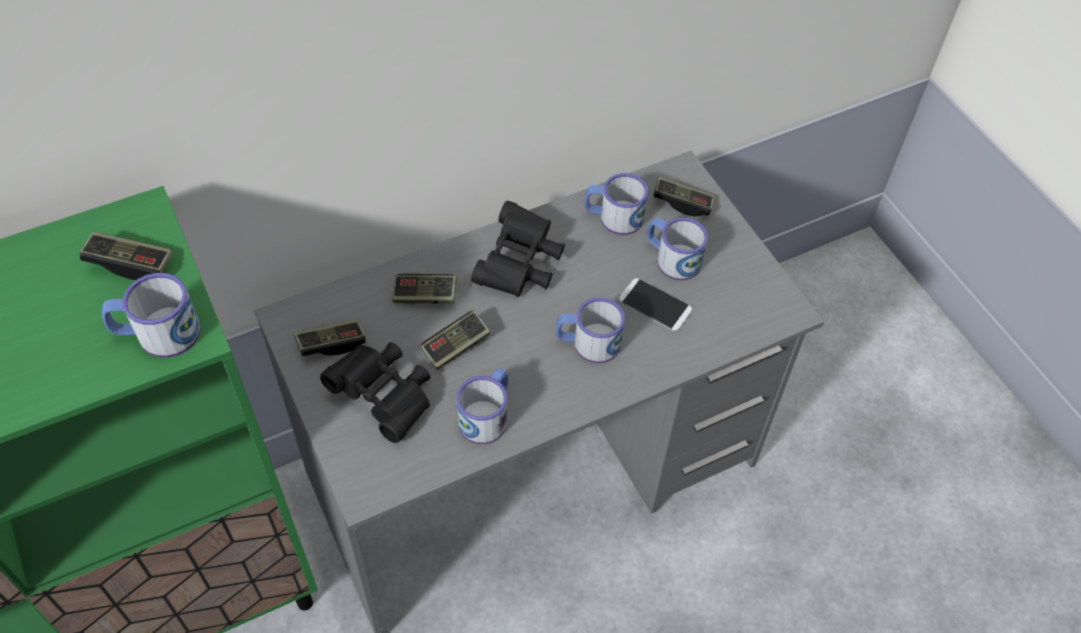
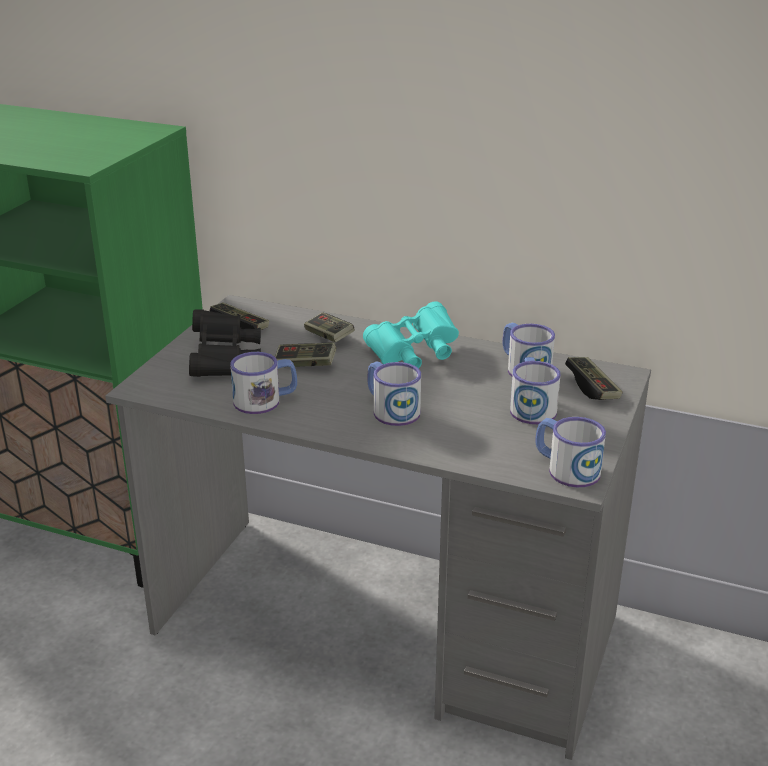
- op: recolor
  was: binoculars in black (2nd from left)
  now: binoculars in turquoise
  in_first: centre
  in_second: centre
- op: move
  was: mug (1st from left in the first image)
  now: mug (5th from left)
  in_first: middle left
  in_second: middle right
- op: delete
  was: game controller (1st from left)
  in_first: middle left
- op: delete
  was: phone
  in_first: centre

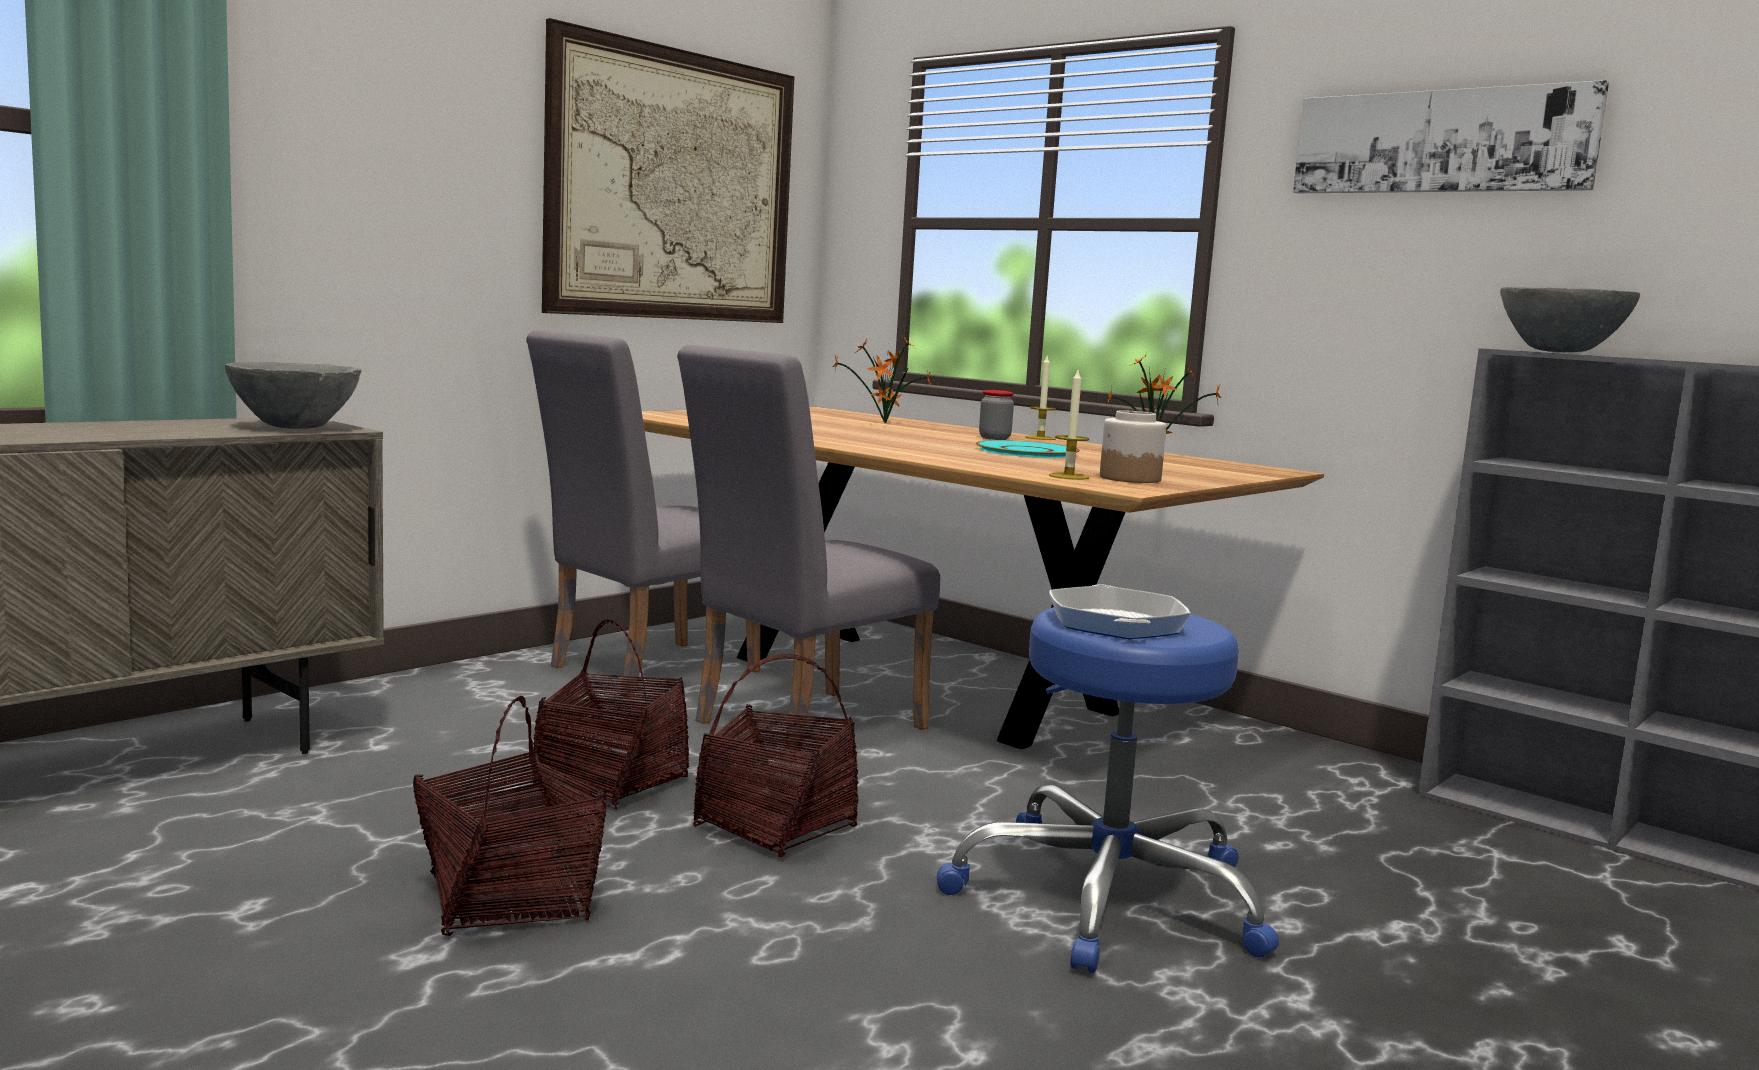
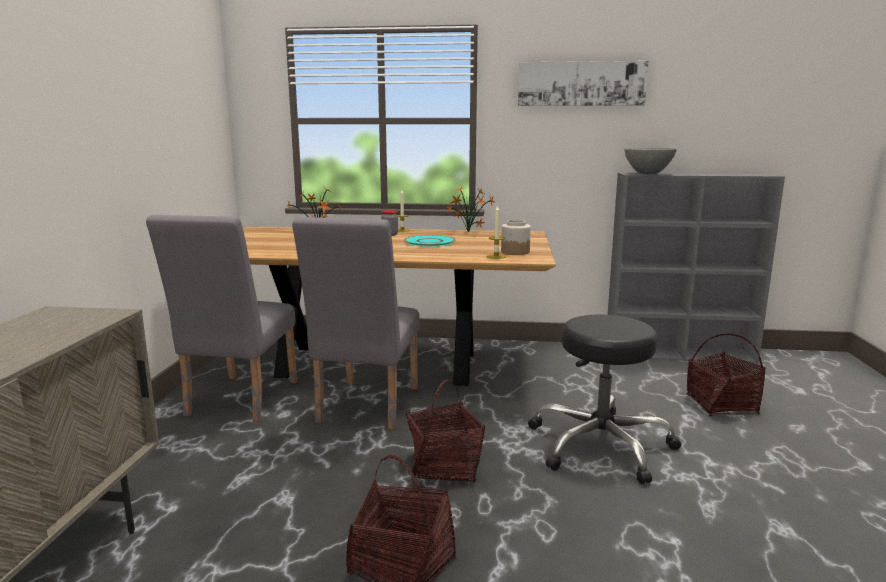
- op: recolor
  was: stool in blue
  now: stool in black
  in_first: bottom centre
  in_second: bottom right
- op: move
  was: basket (2nd from left in the first image)
  now: basket (3rd from left)
  in_first: bottom centre
  in_second: middle right
- op: delete
  was: bowl in grey (1st from left)
  in_first: middle left
- op: delete
  was: picture (1st from left)
  in_first: top centre
- op: delete
  was: frying pan
  in_first: centre

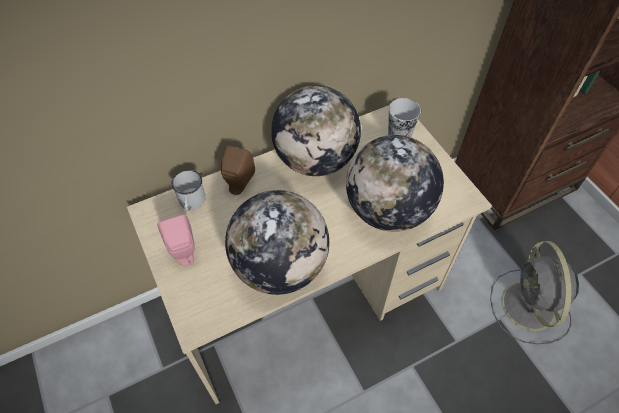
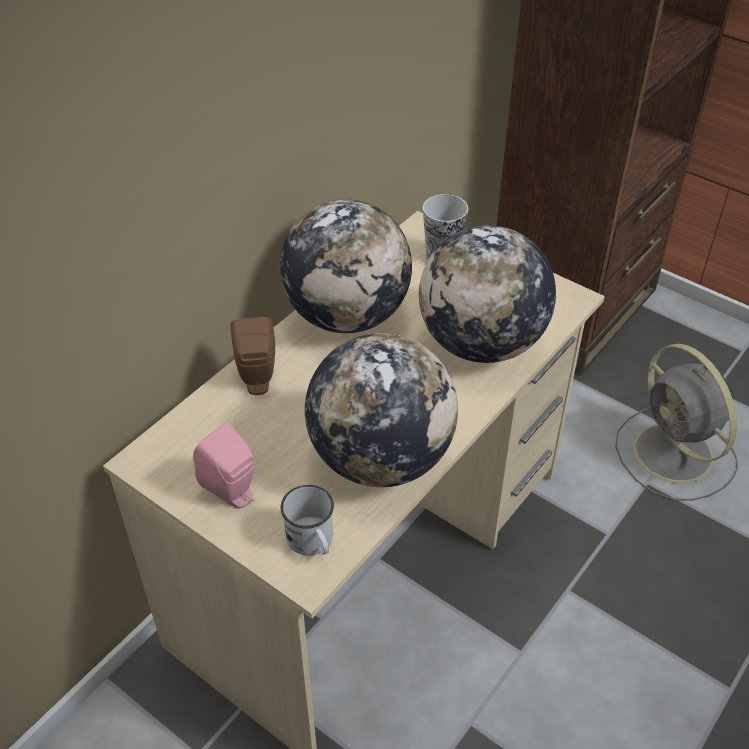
- op: move
  was: mug in white
  in_first: middle left
  in_second: bottom centre

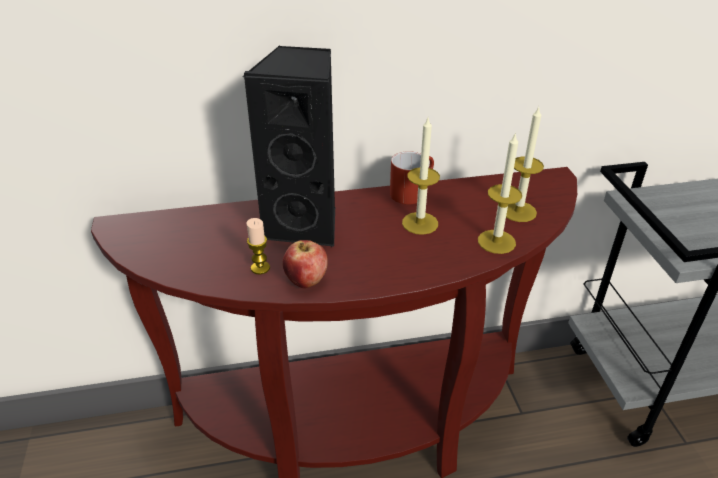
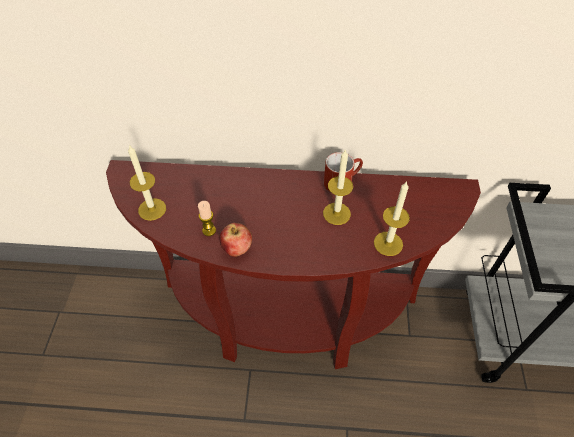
- op: move
  was: candle (4th from left in the first image)
  now: candle (1st from left)
  in_first: middle right
  in_second: middle left
- op: delete
  was: speaker in black
  in_first: top centre

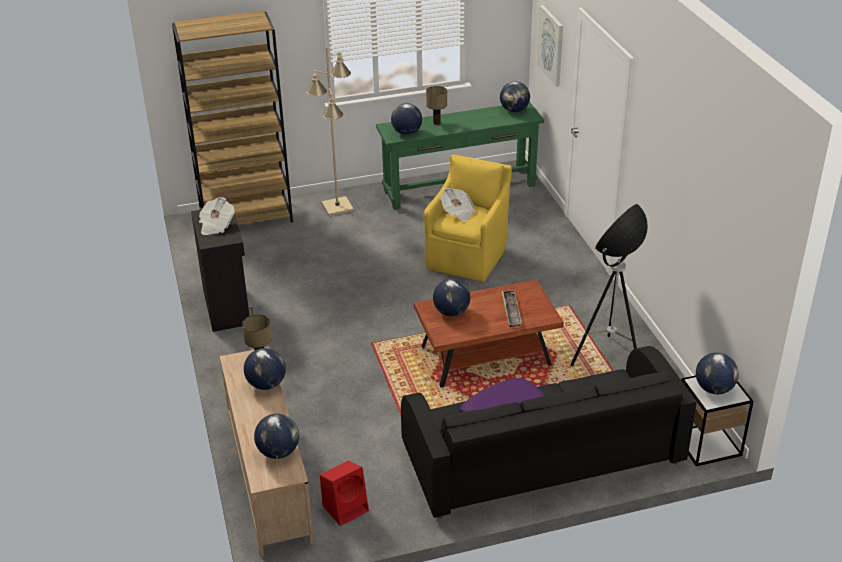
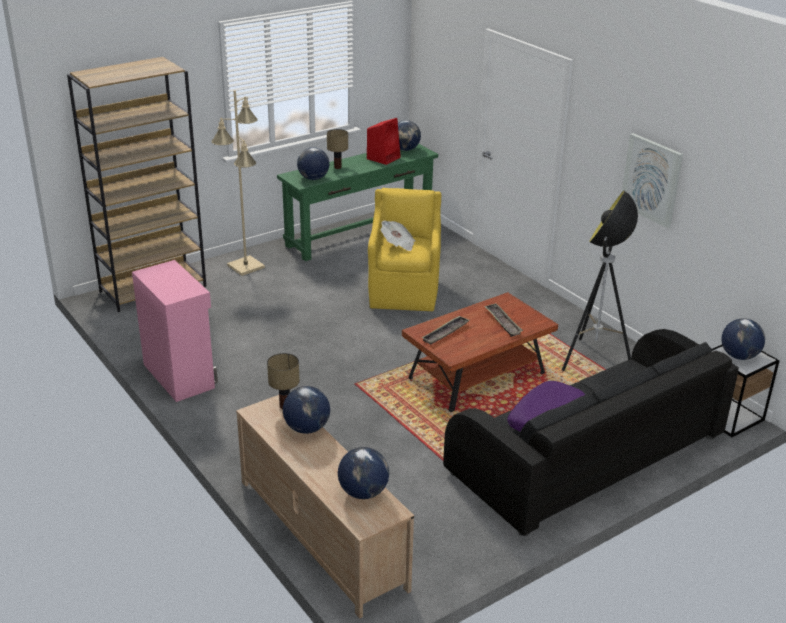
- op: recolor
  was: cabinet in black
  now: cabinet in pink
  in_first: middle left
  in_second: middle left
- op: move
  was: speaker in red
  in_first: bottom centre
  in_second: top centre
- op: replace
  was: globe (4th from left)
  now: tray (1st from left)
  in_first: centre
  in_second: centre
- op: move
  was: picture
  in_first: top centre
  in_second: top right
- op: delete
  was: newspaper (1st from left)
  in_first: middle left

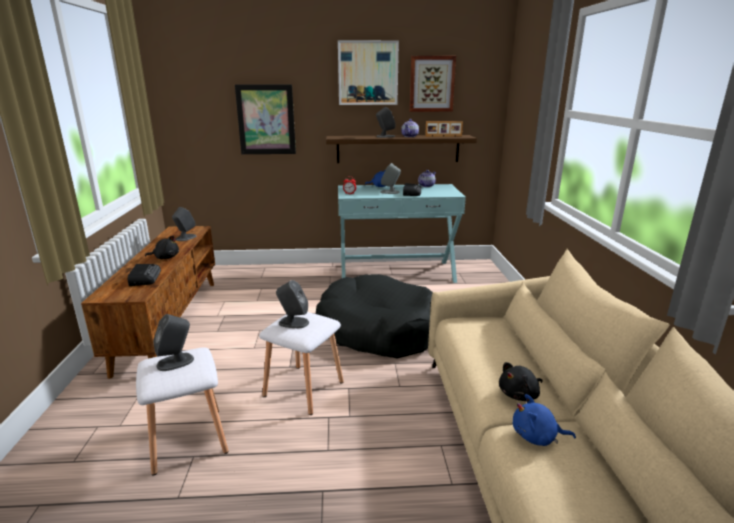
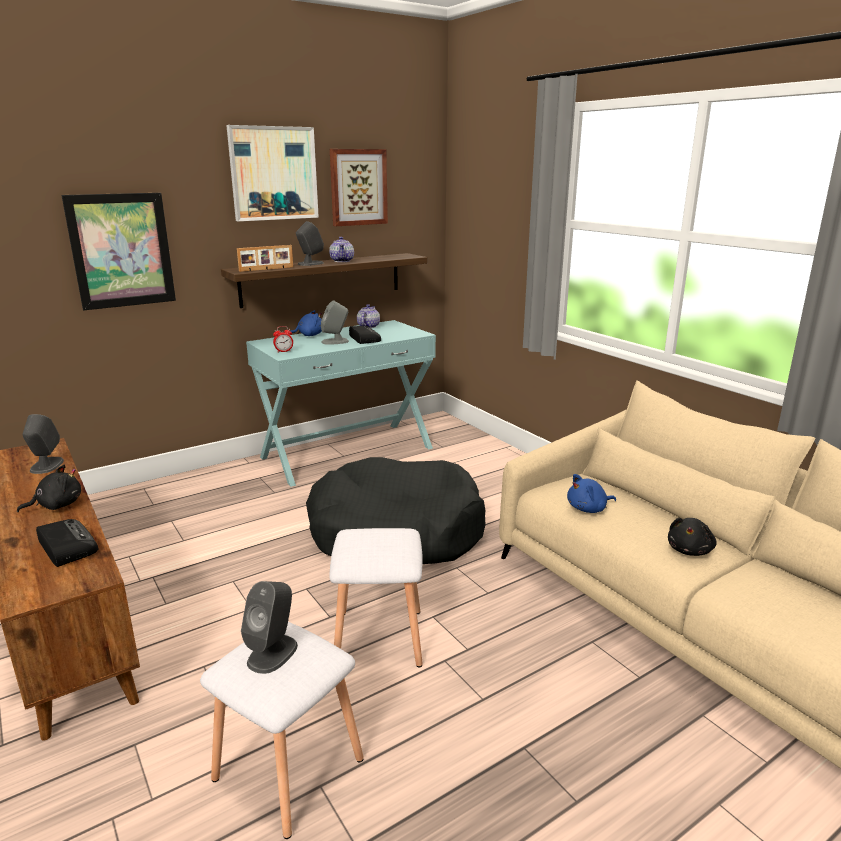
- op: move
  was: picture frame
  in_first: top centre
  in_second: top left
- op: move
  was: plush toy in blue (2nd from left)
  in_first: bottom right
  in_second: middle right
- op: delete
  was: speaker in grey (3rd from left)
  in_first: centre

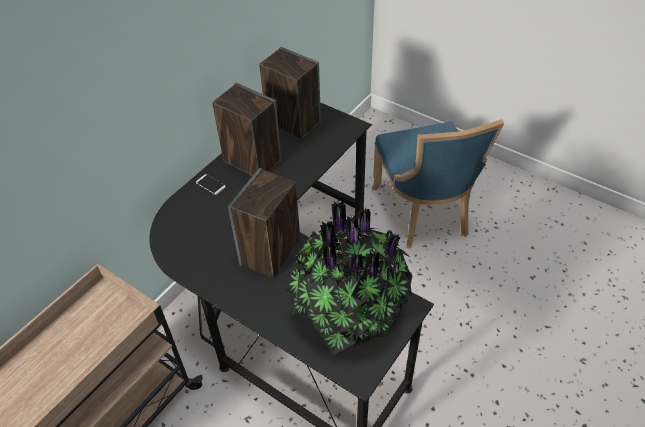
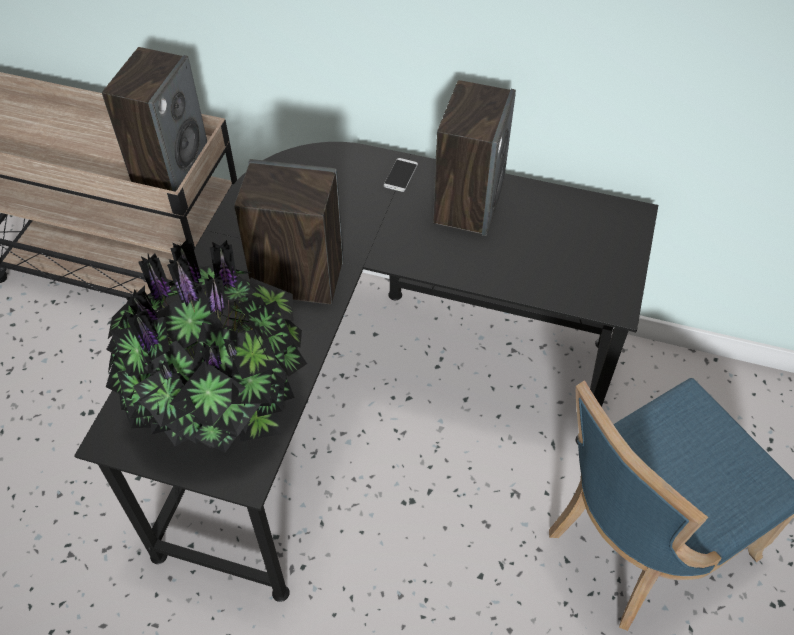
- op: move
  was: speaker (3rd from left in the first image)
  now: speaker (1st from left)
  in_first: top centre
  in_second: top left

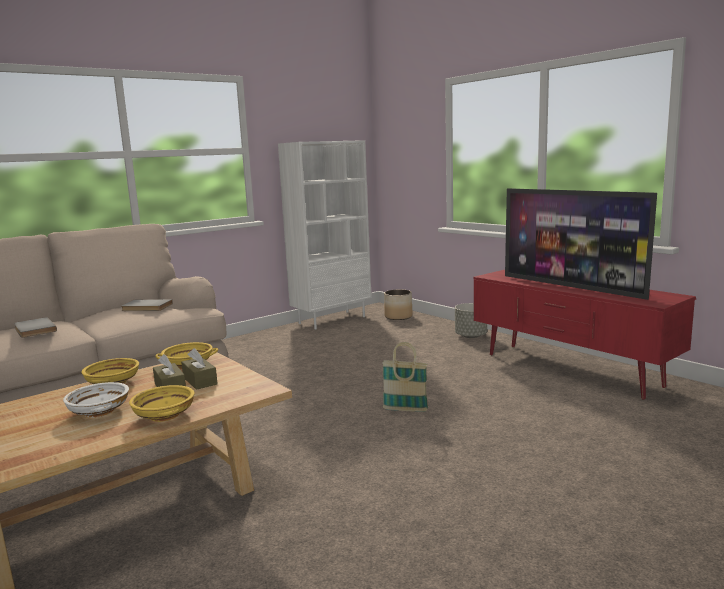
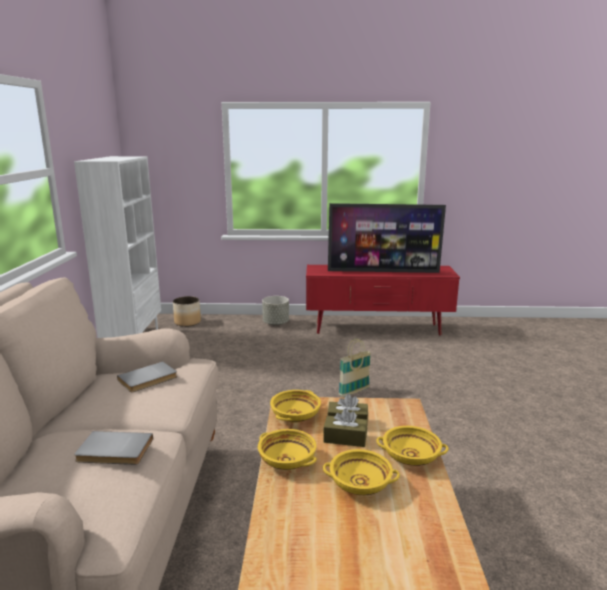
- op: recolor
  was: bowl in white
  now: bowl in yellow (3rd from left)
  in_first: bottom left
  in_second: bottom centre

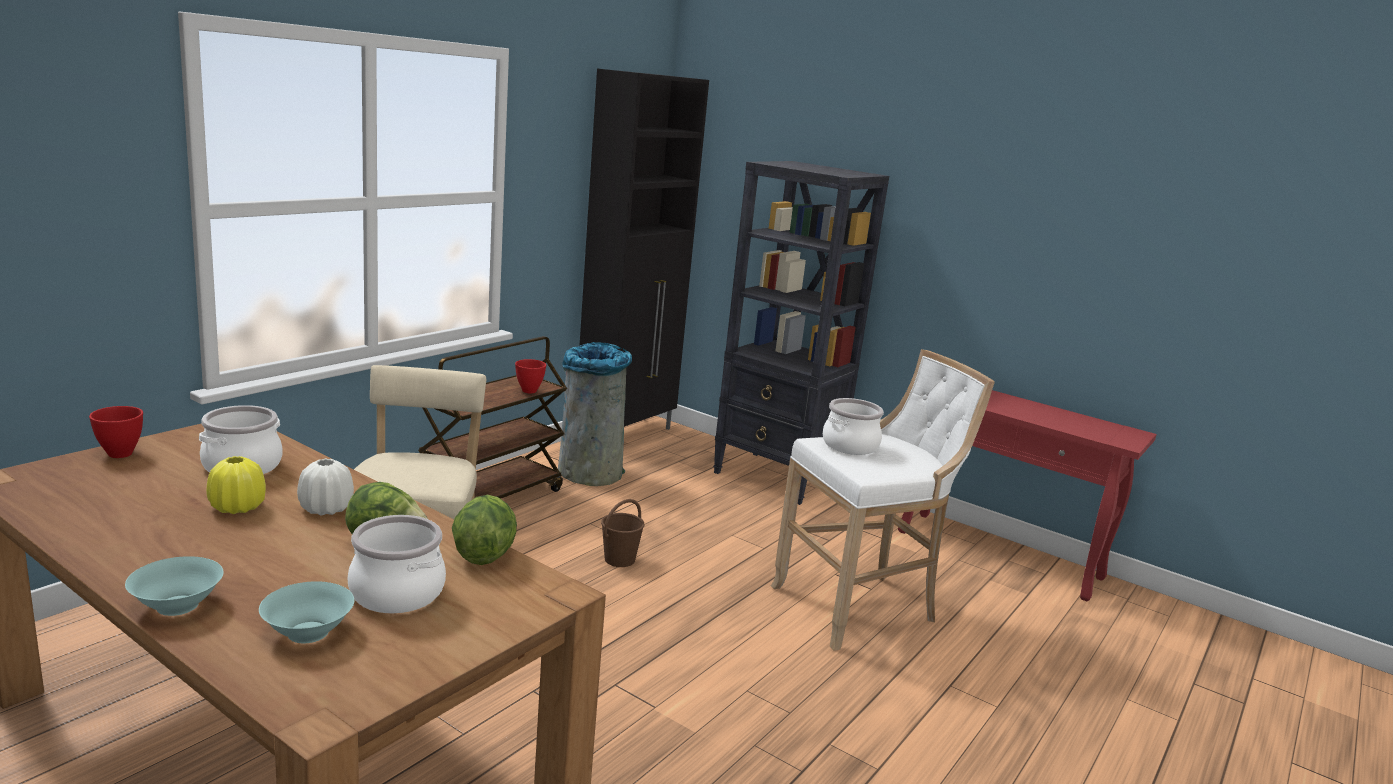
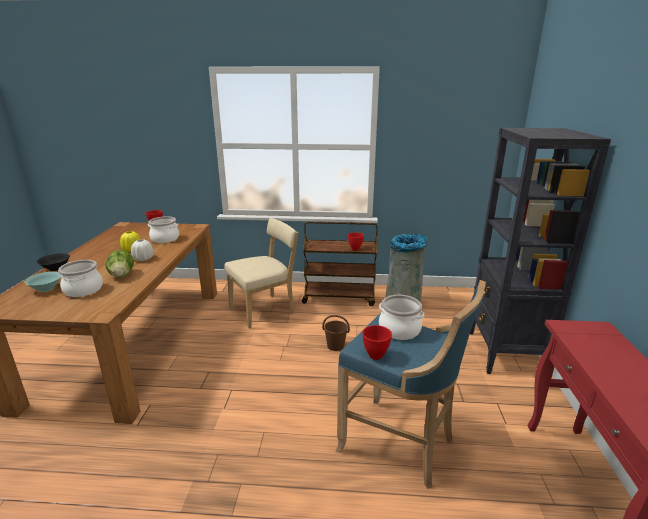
- op: recolor
  was: bowl in turquoise (1st from left)
  now: bowl in black
  in_first: bottom left
  in_second: middle left
- op: recolor
  was: stool in white
  now: stool in blue
  in_first: centre
  in_second: bottom centre
- op: insert
  now: bowl in red (3rd from left)
  in_second: centre
- op: delete
  was: lettuce (2nd from left)
  in_first: bottom centre
- op: delete
  was: cabinet in black
  in_first: top centre

